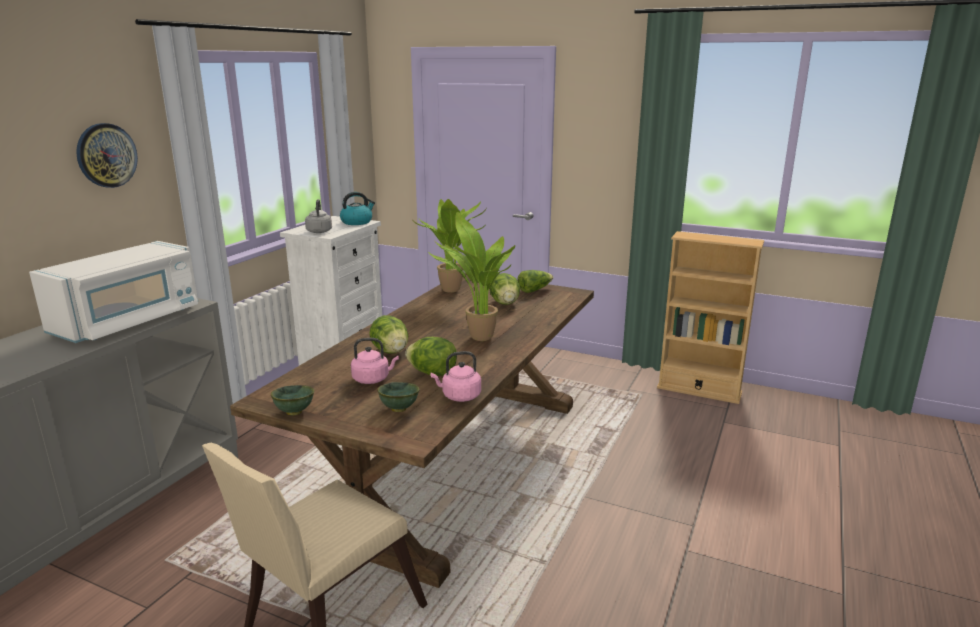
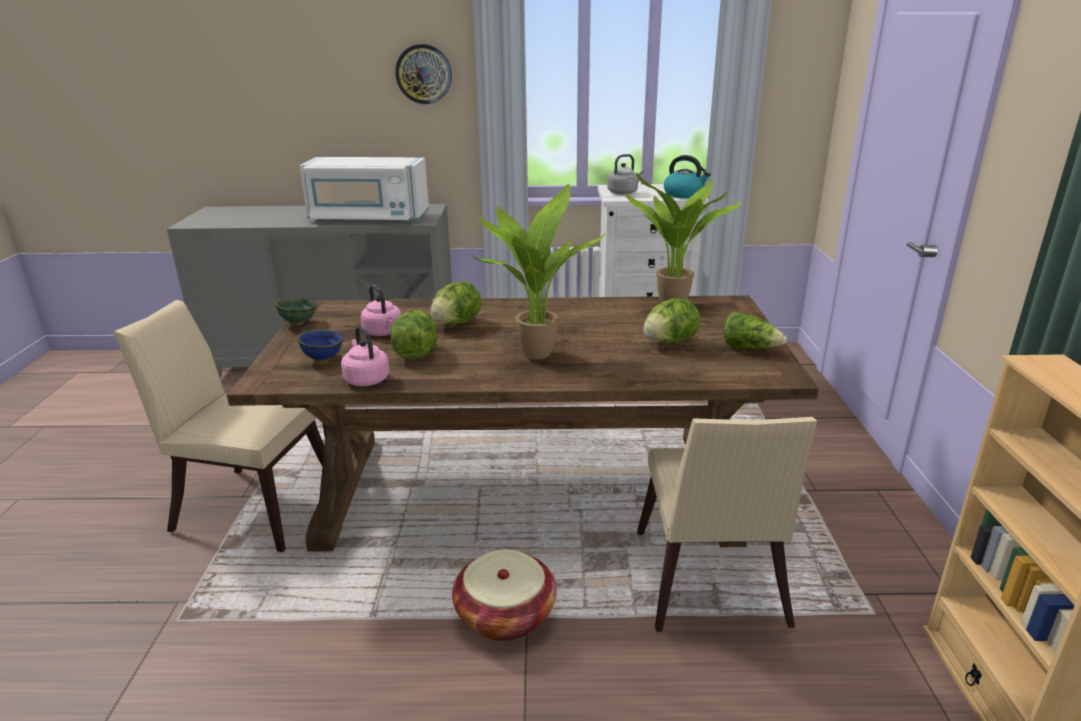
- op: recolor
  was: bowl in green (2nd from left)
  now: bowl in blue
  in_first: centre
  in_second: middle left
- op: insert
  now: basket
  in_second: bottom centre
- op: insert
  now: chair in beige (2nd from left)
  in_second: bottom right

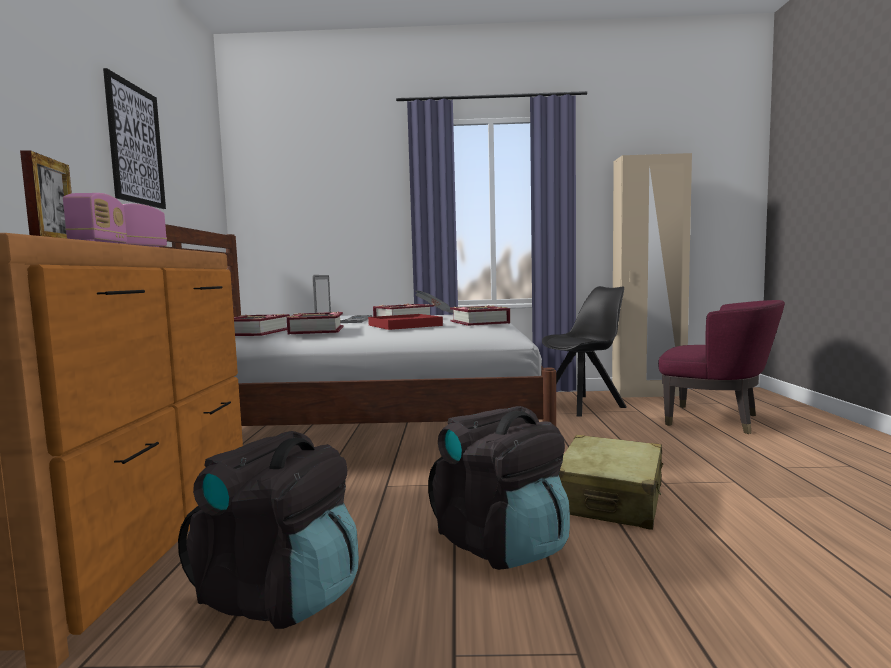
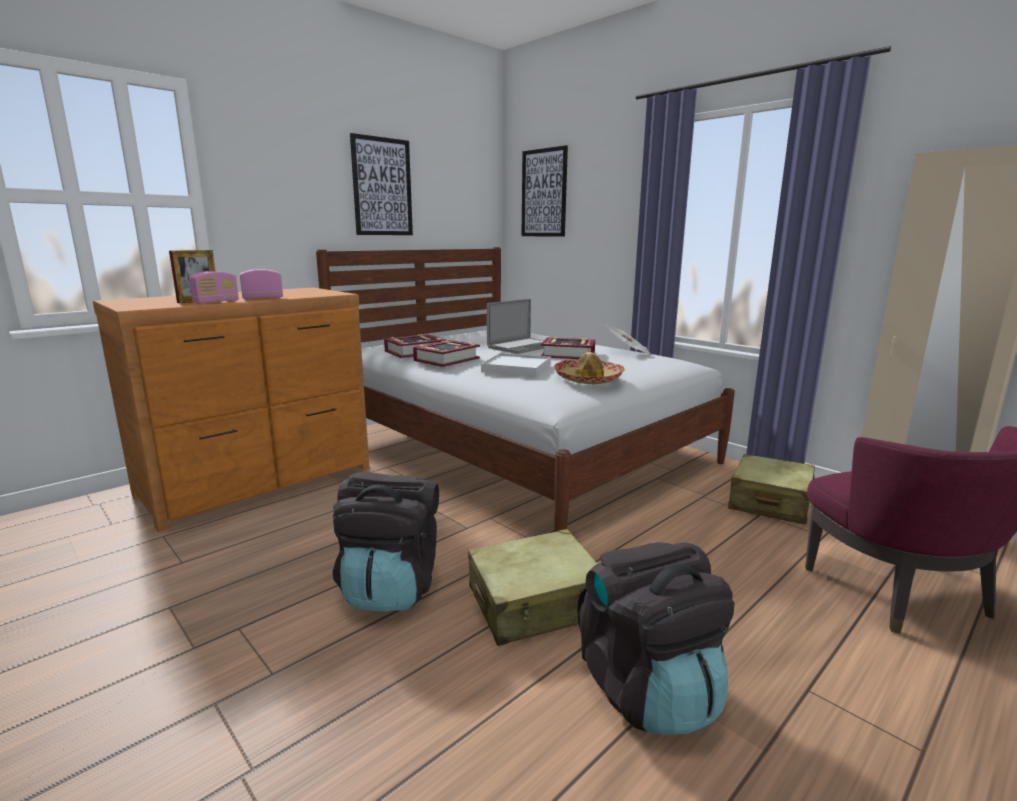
- op: recolor
  was: tray in red
  now: tray in white
  in_first: centre
  in_second: centre
- op: insert
  now: picture (2nd from left)
  in_second: top centre
- op: replace
  was: book (4th from left)
  now: hat
  in_first: centre
  in_second: centre
- op: move
  was: backpack in black (1st from left in the first image)
  now: backpack in black (2nd from left)
  in_first: bottom left
  in_second: bottom centre
- op: replace
  was: chair in black
  now: suitcase in beige (2nd from left)
  in_first: centre
  in_second: middle right

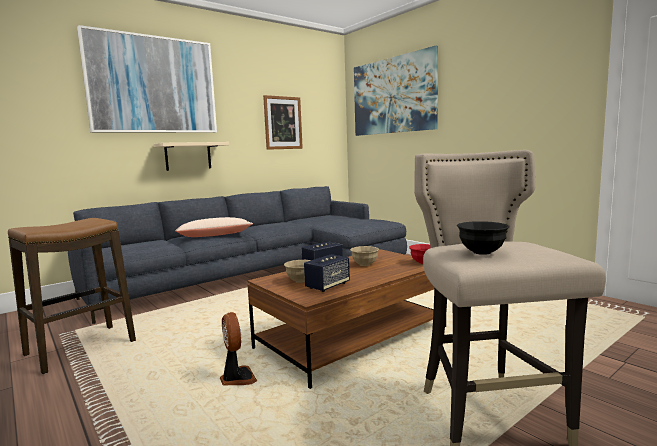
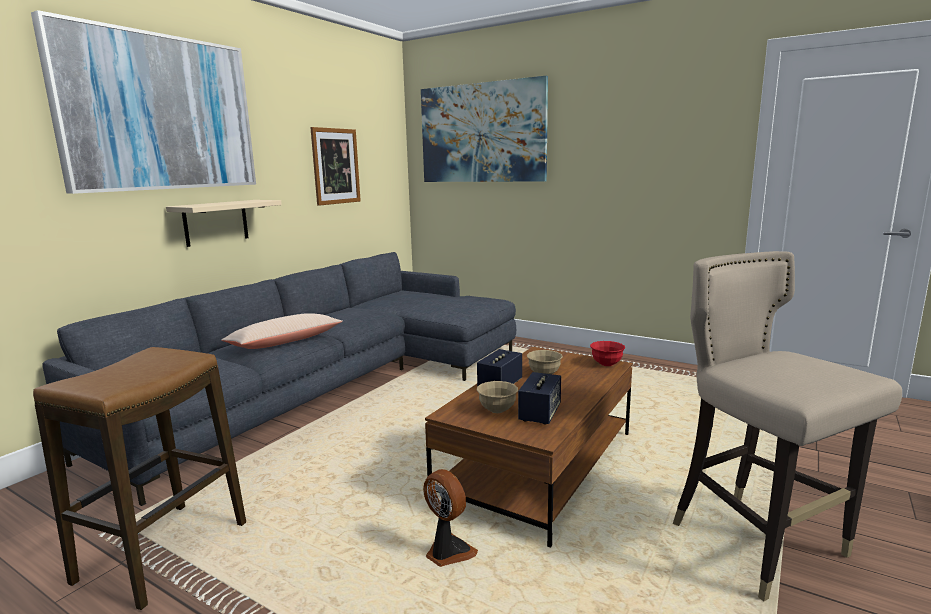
- op: delete
  was: bowl in black
  in_first: middle right

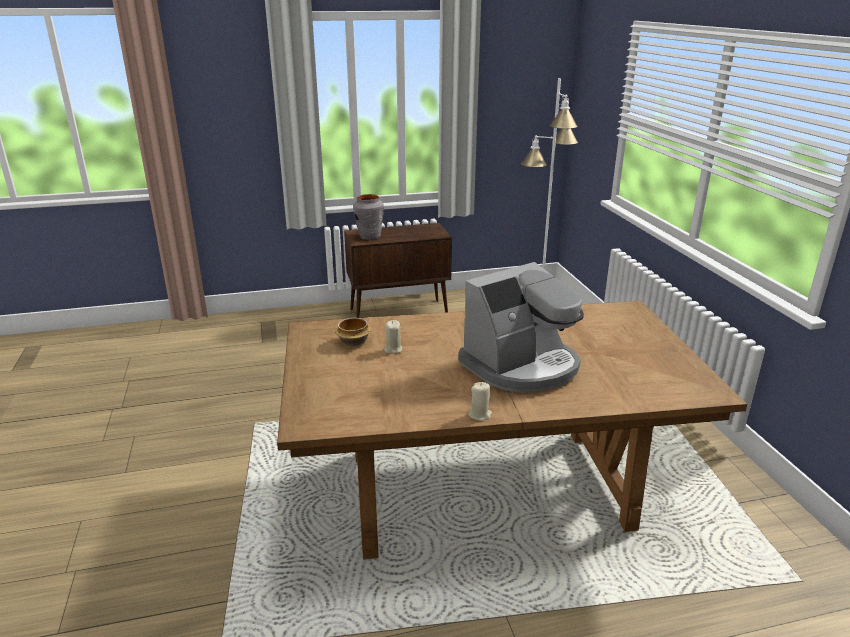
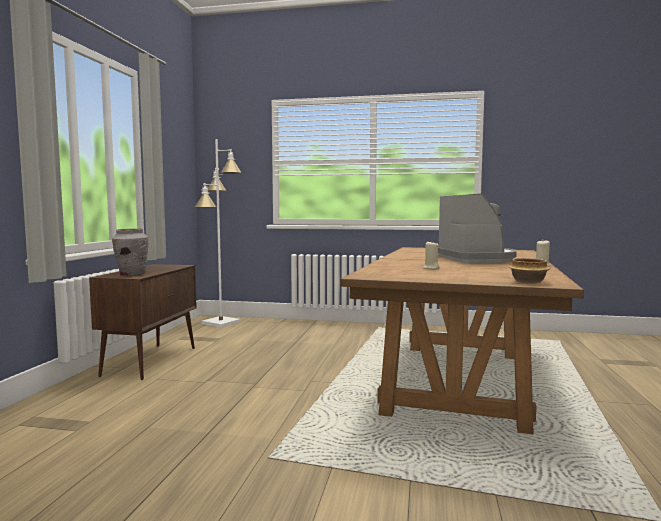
- op: move
  was: bowl
  in_first: centre
  in_second: middle right

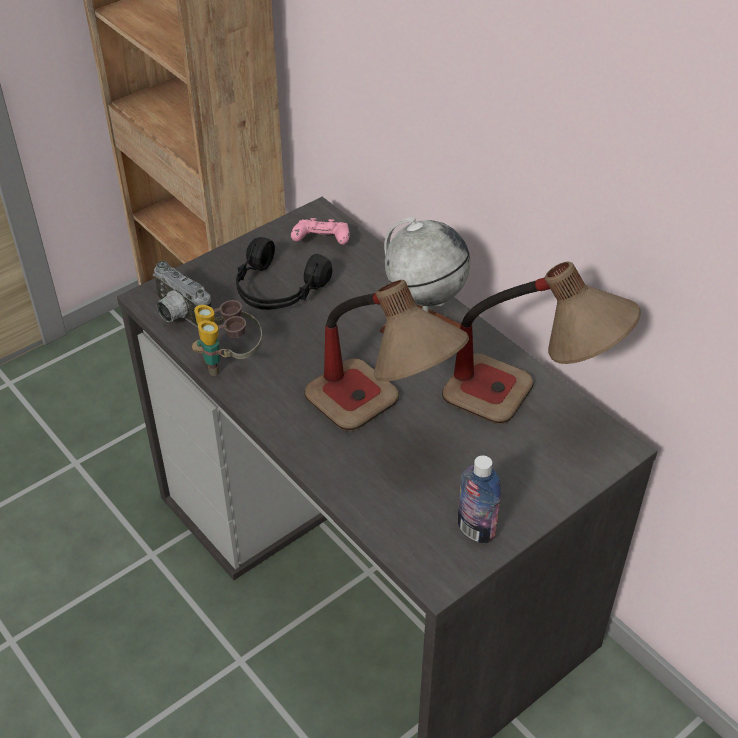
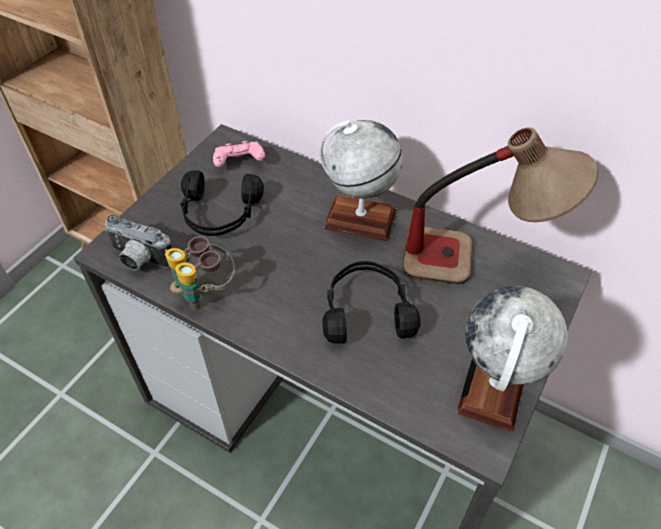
- op: replace
  was: table lamp (1st from left)
  now: headphones in black (2nd from left)
  in_first: centre
  in_second: centre
- op: replace
  was: bottle
  now: globe (2nd from left)
  in_first: bottom centre
  in_second: bottom right

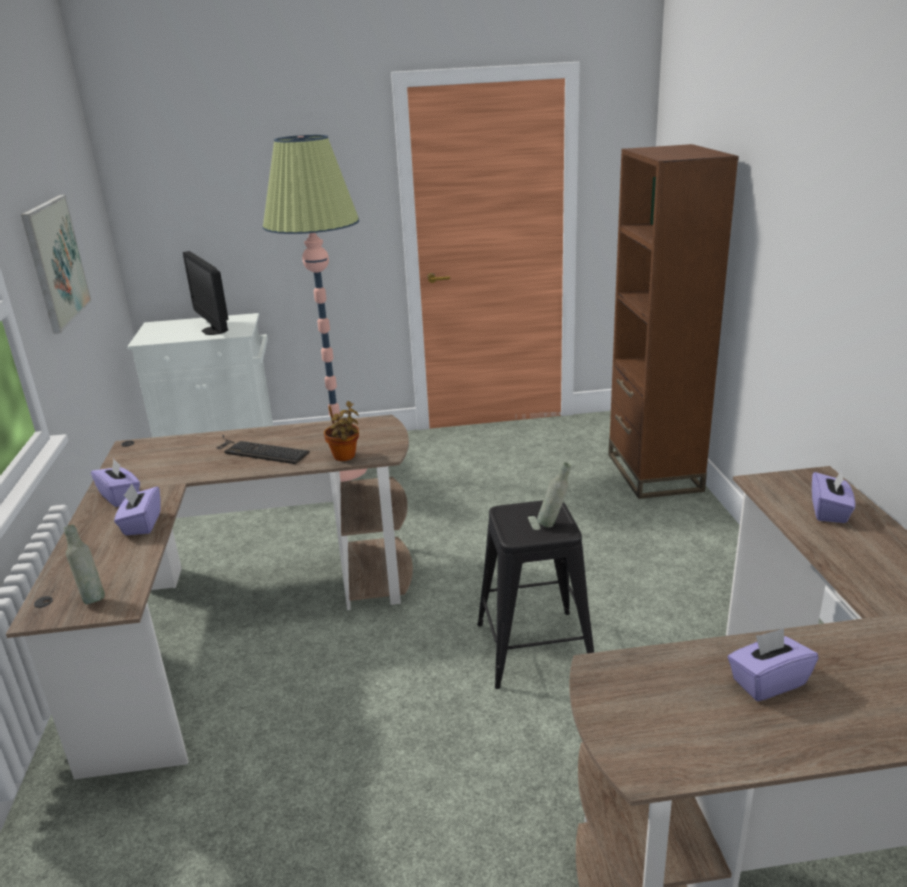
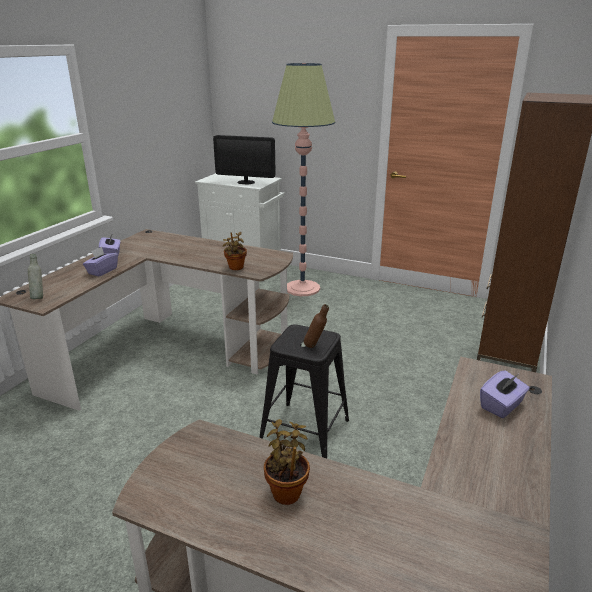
- op: rotate
  was: monitor
  in_first: top left
  in_second: top centre
  clockwise: -75
- op: replace
  was: tissue box in purple (3rd from left)
  now: potted plant (2nd from left)
  in_first: bottom right
  in_second: bottom centre
- op: recolor
  was: bottle in grey (2nd from left)
  now: bottle in brown
  in_first: centre
  in_second: centre
- op: delete
  was: picture
  in_first: top left
- op: delete
  was: keyboard
  in_first: middle left

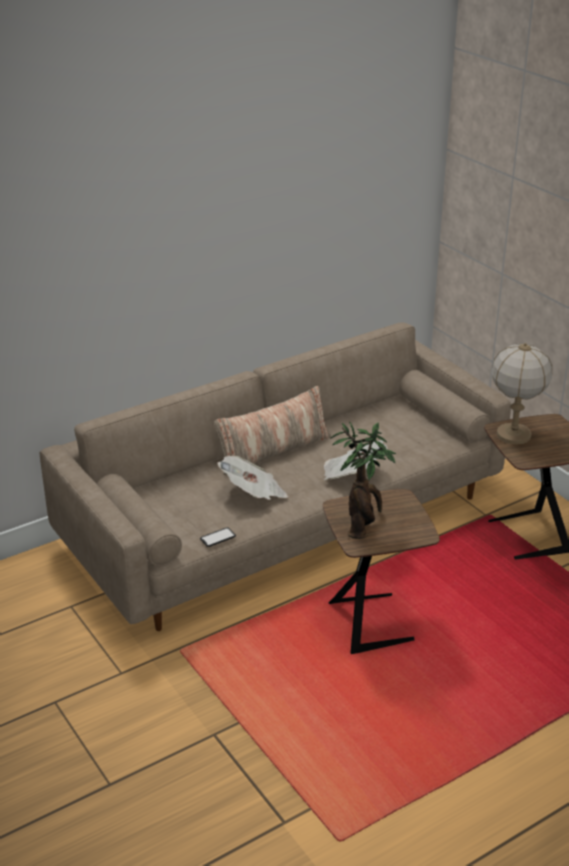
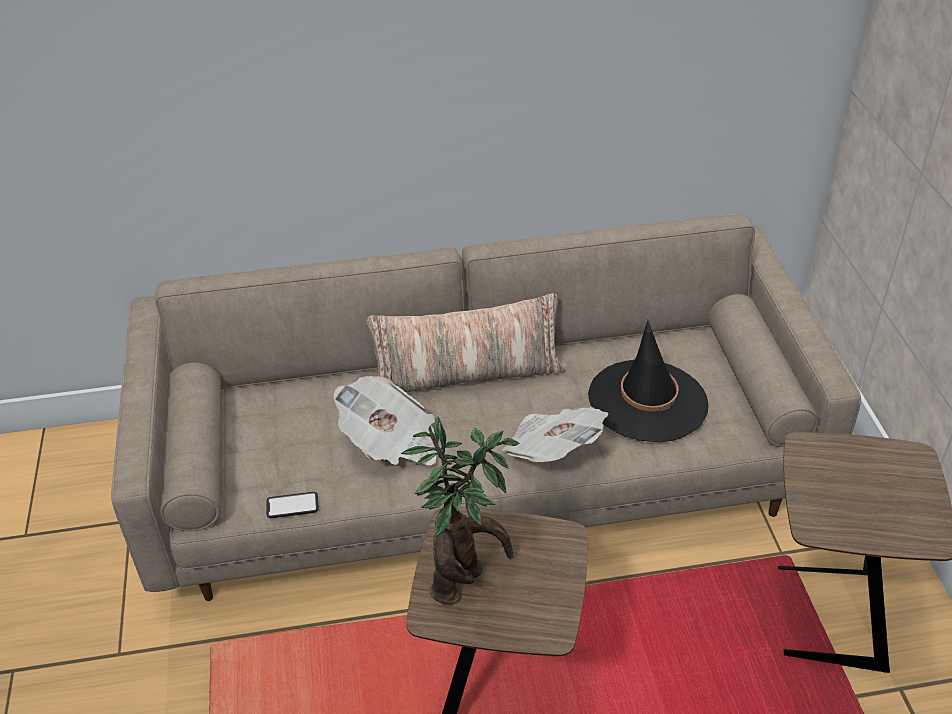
- op: insert
  now: hat in black
  in_second: middle right
- op: delete
  was: table lamp
  in_first: middle right

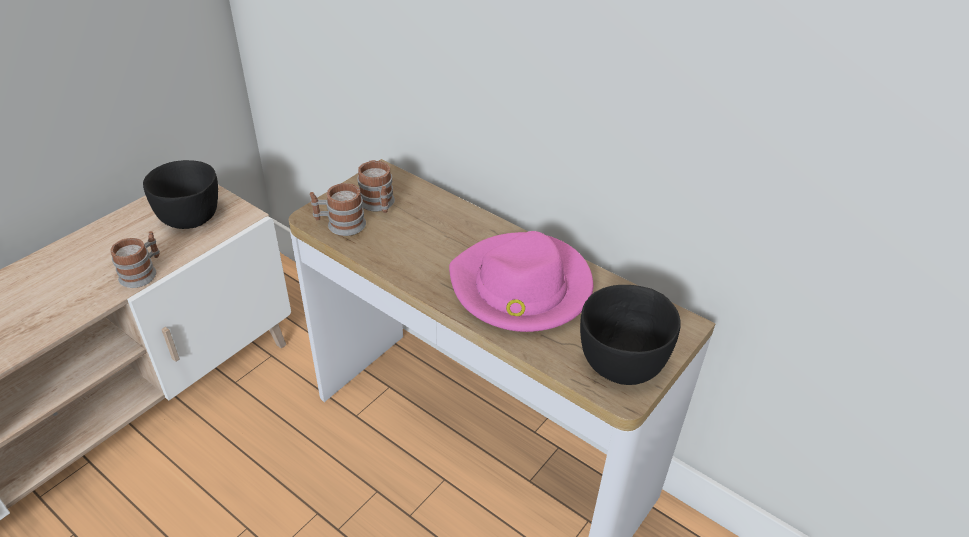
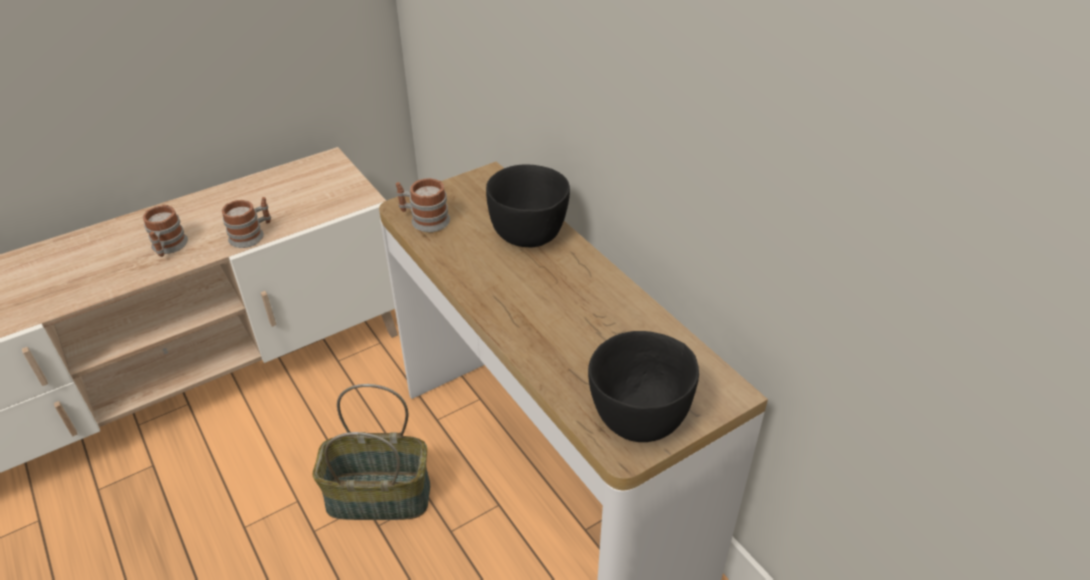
- op: move
  was: mug (3rd from left in the first image)
  now: mug (1st from left)
  in_first: centre
  in_second: middle left
- op: insert
  now: basket
  in_second: bottom centre
- op: move
  was: bowl in black (1st from left)
  in_first: middle left
  in_second: centre
- op: delete
  was: hat in pink
  in_first: centre

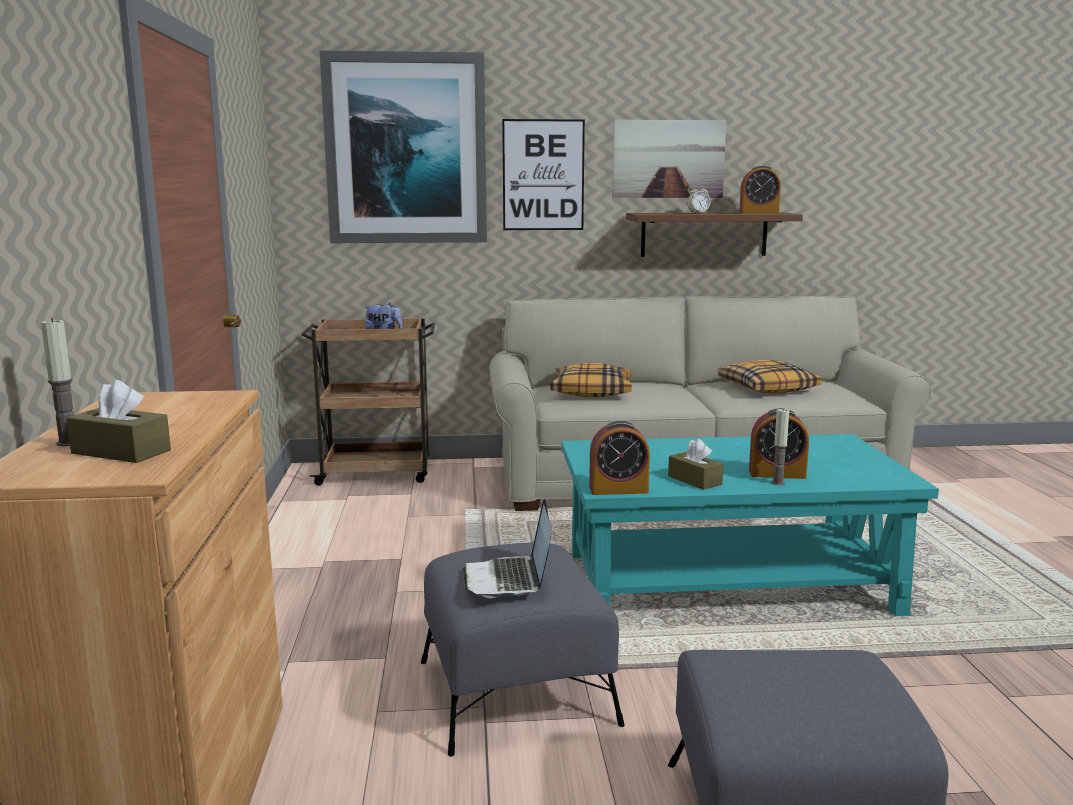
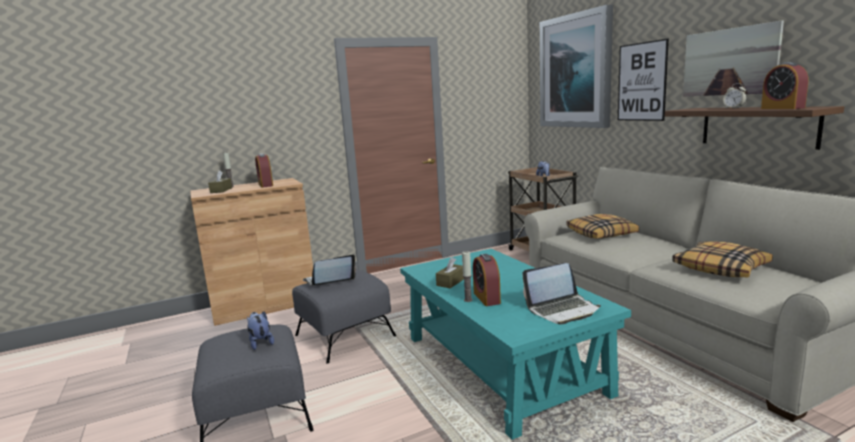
- op: insert
  now: plush toy (1st from left)
  in_second: bottom left
- op: move
  was: alarm clock (1st from left)
  in_first: centre
  in_second: middle left
- op: insert
  now: laptop (2nd from left)
  in_second: centre

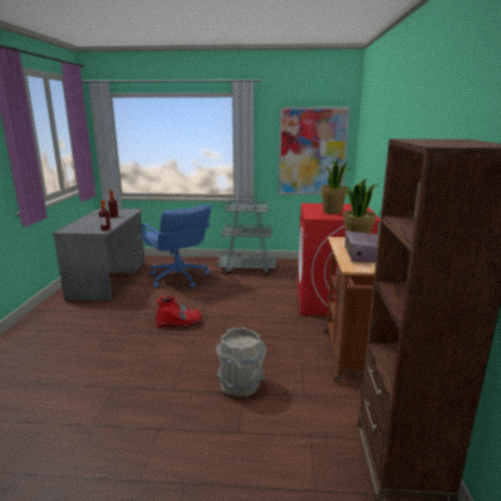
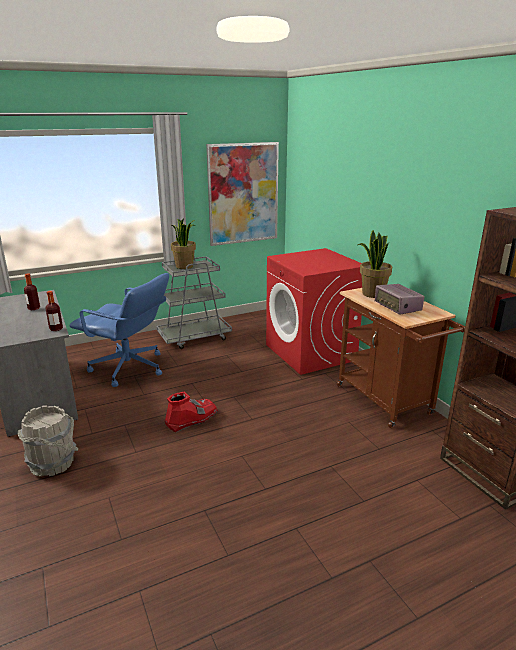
- op: move
  was: bucket in grey
  in_first: bottom centre
  in_second: bottom left
- op: move
  was: potted plant (1st from left)
  in_first: middle right
  in_second: centre

